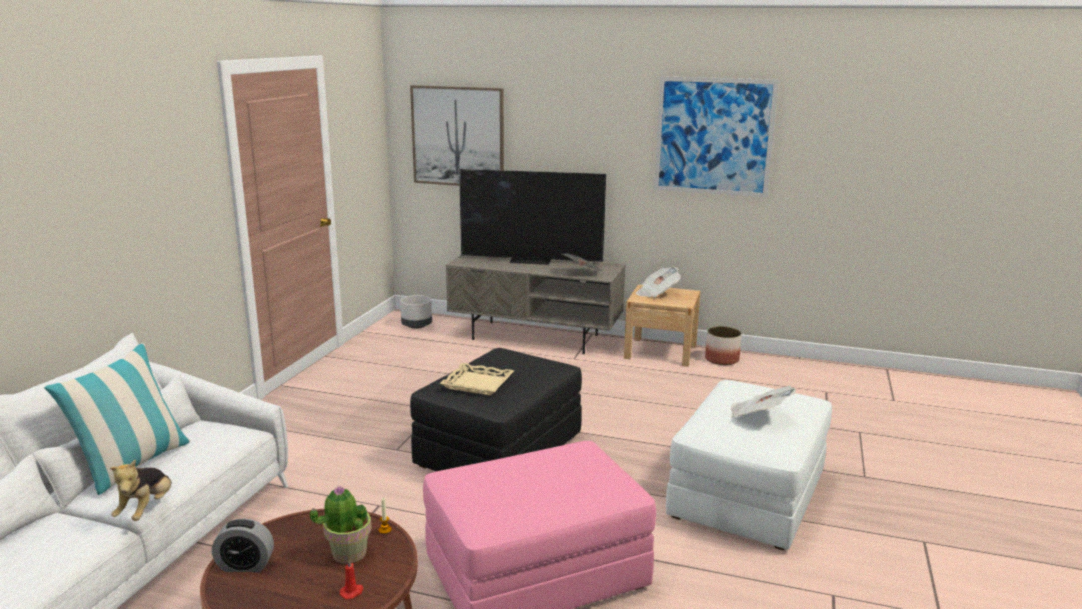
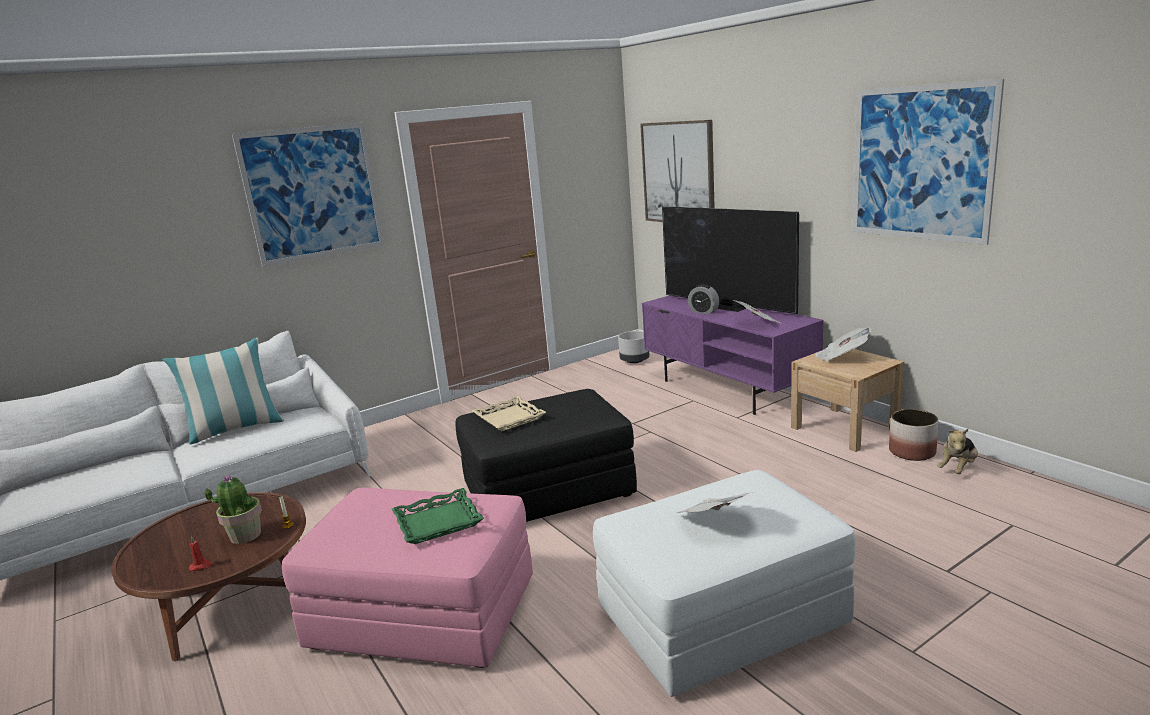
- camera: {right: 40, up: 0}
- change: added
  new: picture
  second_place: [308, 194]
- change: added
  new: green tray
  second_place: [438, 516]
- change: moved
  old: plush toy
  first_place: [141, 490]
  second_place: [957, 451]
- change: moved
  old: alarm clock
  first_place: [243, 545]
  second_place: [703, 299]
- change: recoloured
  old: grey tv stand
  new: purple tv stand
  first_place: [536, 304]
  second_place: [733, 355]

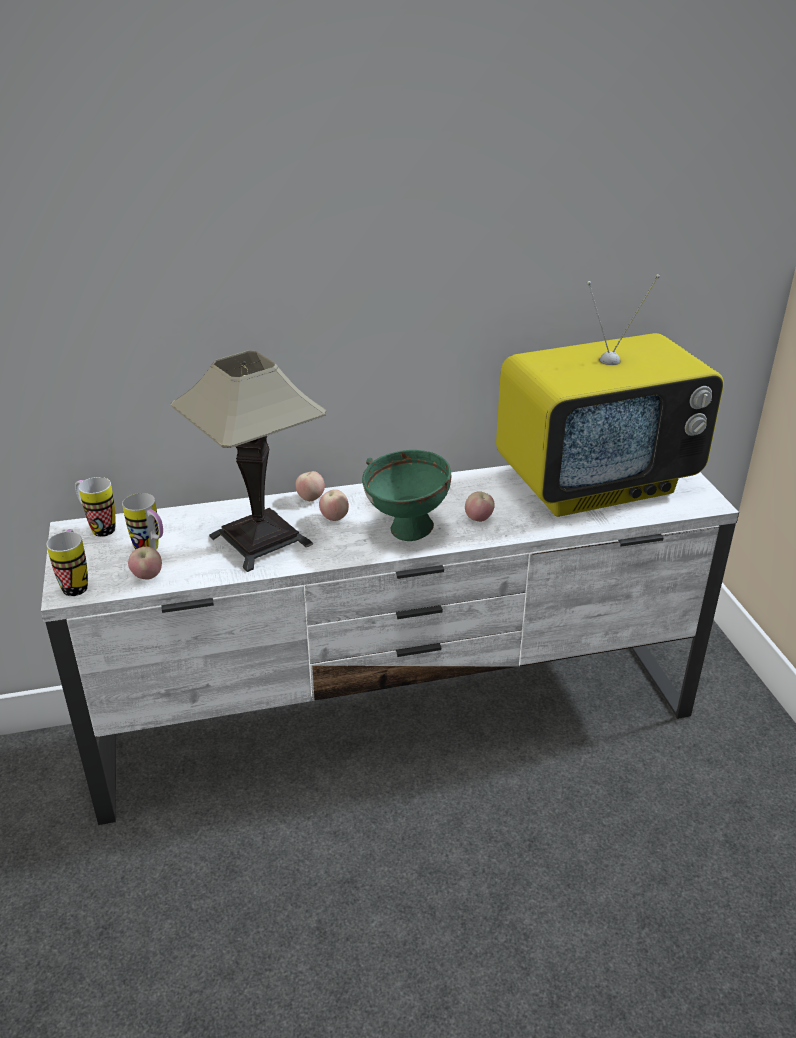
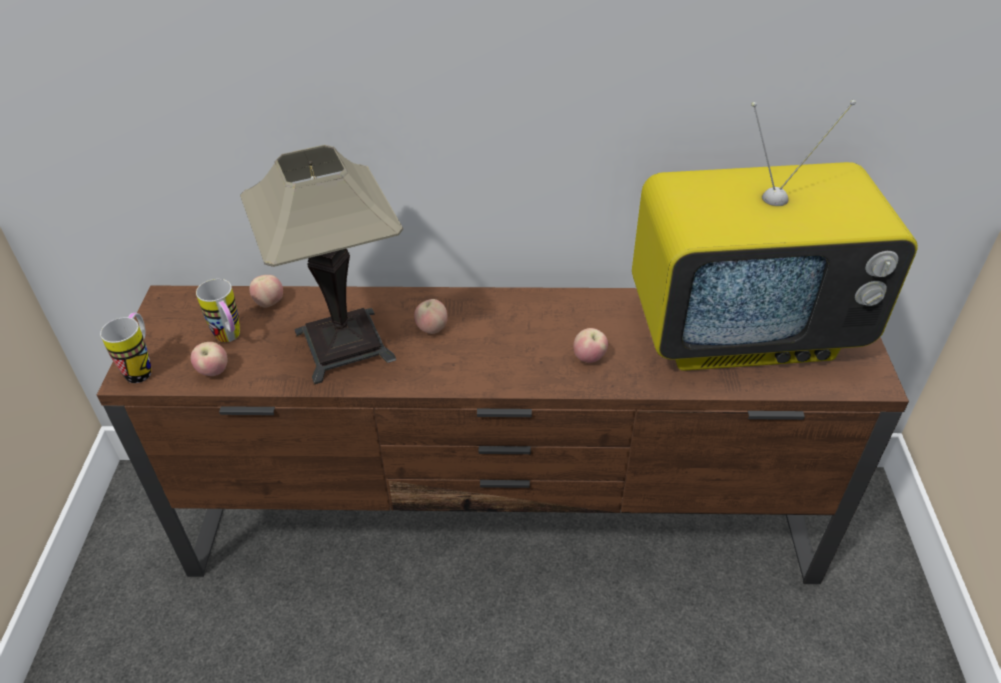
- camera: {right: 15, up: 10}
- change: removed
  old: mug
  first_place: [95, 507]
- change: removed
  old: green bowl
  first_place: [406, 495]
- change: moved
  old: apple
  first_place: [310, 486]
  second_place: [266, 291]
- change: recoloured
  old: white tv stand
  new: brown tv stand
  first_place: [390, 645]
  second_place: [503, 435]

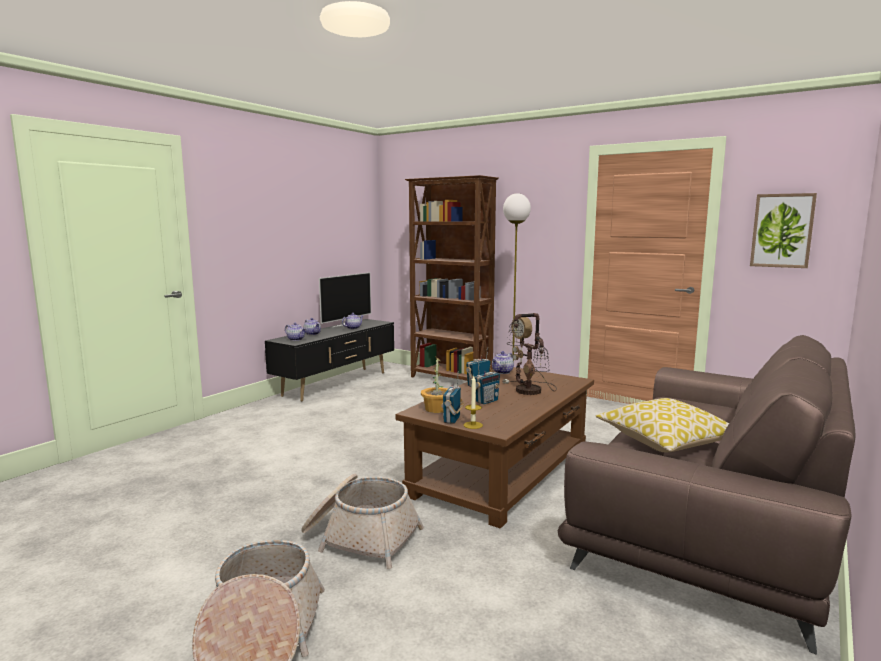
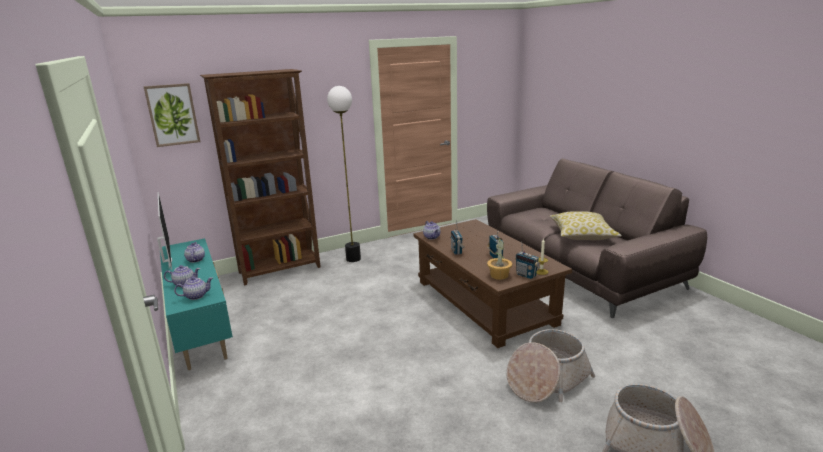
- camera: {right: -60, up: 10}
- change: removed
  old: table lamp
  first_place: [530, 354]
- change: moved
  old: picture
  first_place: [783, 230]
  second_place: [172, 115]
- change: recoloured
  old: black tv stand
  new: turquoise tv stand
  first_place: [329, 360]
  second_place: [196, 304]

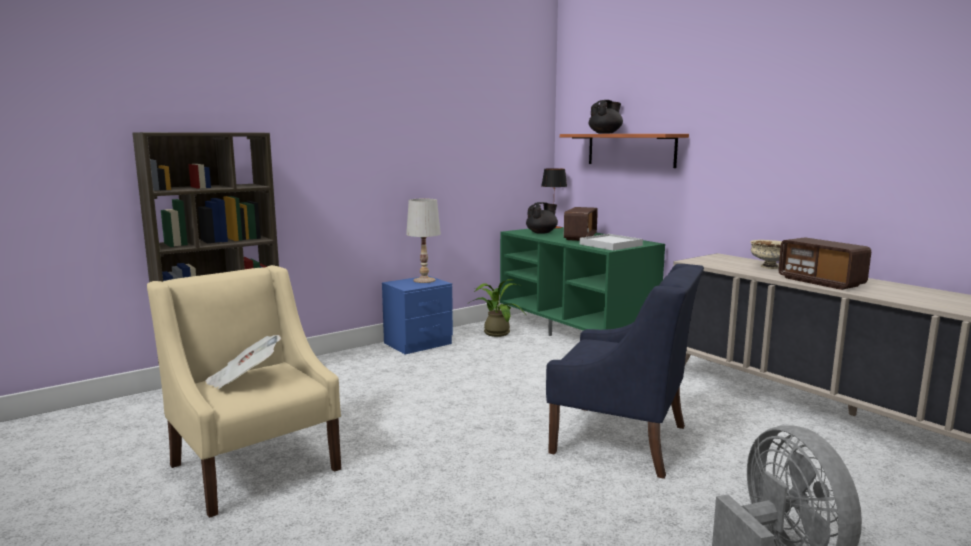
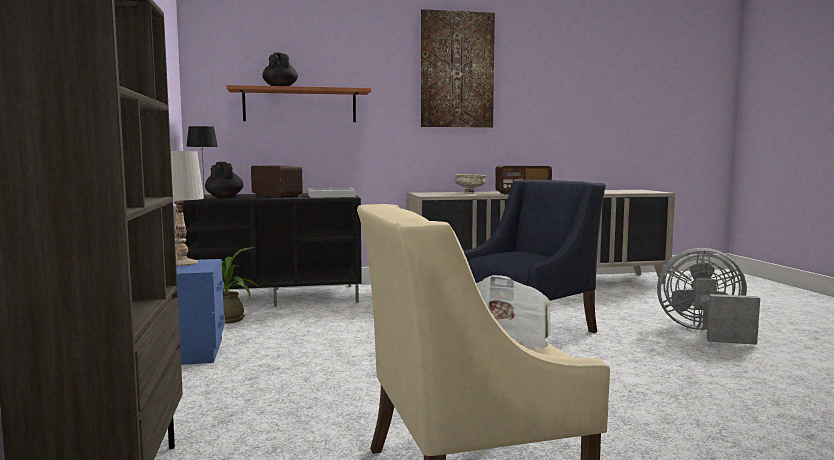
- camera: {right: -65, up: -5}
- change: added
  new: picture
  second_place: [458, 68]
- change: recoloured
  old: green tv stand
  new: black tv stand
  first_place: [582, 281]
  second_place: [272, 250]

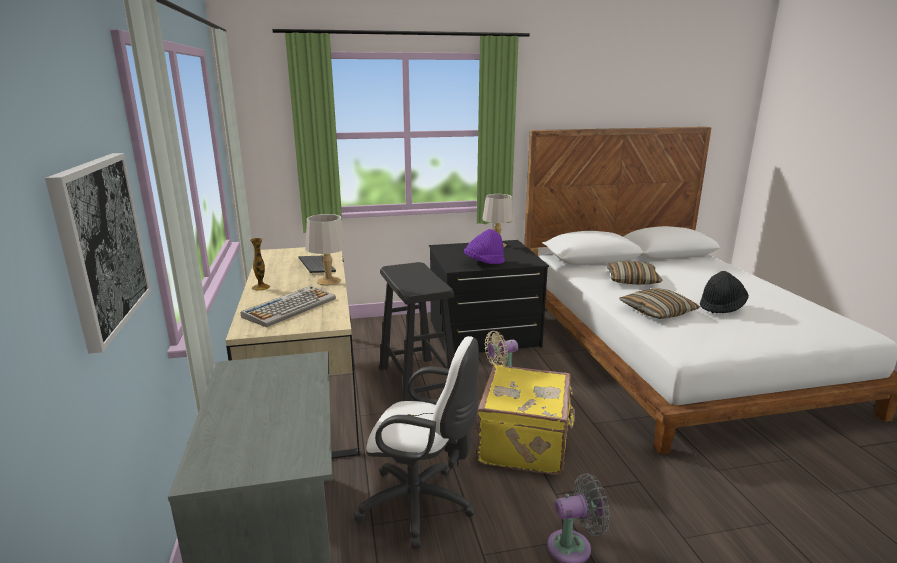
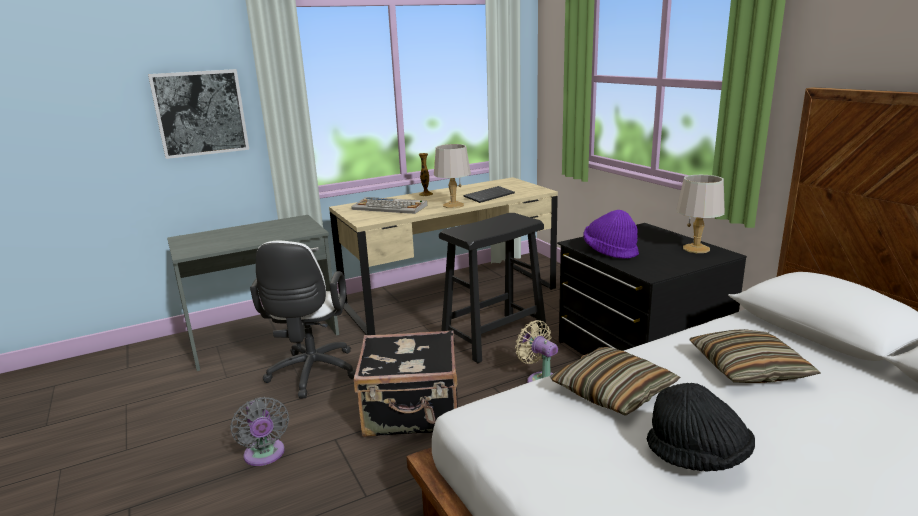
- camera: {right: 75, up: 0}
- change: recoloured
  old: yellow suitcase
  new: black suitcase
  first_place: [526, 419]
  second_place: [406, 383]

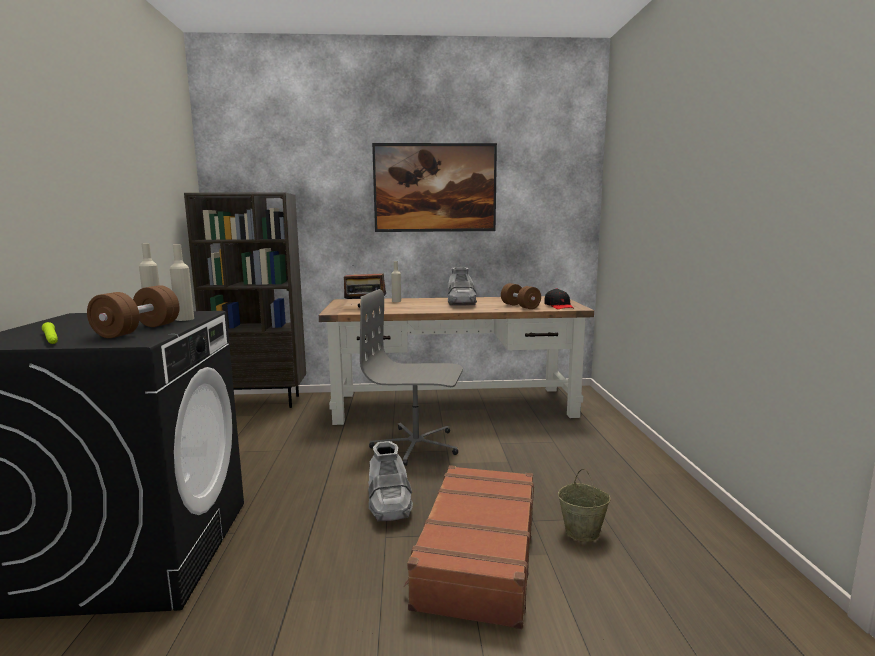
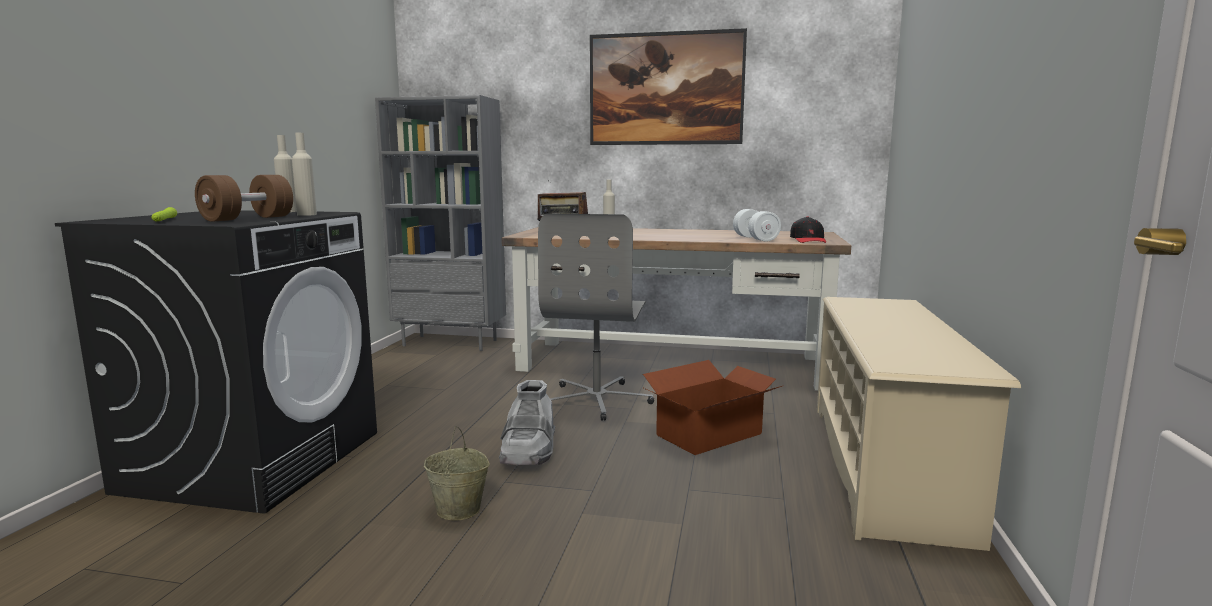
- camera: {right: 15, up: 0}
- change: removed
  old: brown suitcase
  first_place: [469, 547]
- change: removed
  old: grey boot
  first_place: [462, 286]
- change: added
  new: cardboard box
  second_place: [712, 407]
- change: added
  new: beige shoe rack
  second_place: [919, 424]
- change: moved
  old: beige bucket
  first_place: [584, 505]
  second_place: [457, 473]
- change: recoloured
  old: brown bookcase
  new: grey bookcase
  first_place: [245, 300]
  second_place: [440, 223]
- change: recoloured
  old: brown dumbbell
  new: white dumbbell
  first_place: [521, 296]
  second_place: [757, 225]
- change: turned
  old: grey office chair
  first_place: [411, 377]
  second_place: [596, 317]
  degrees: -105

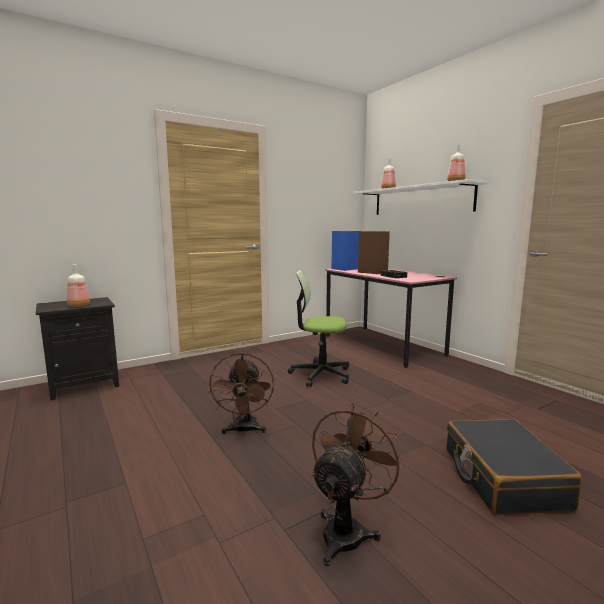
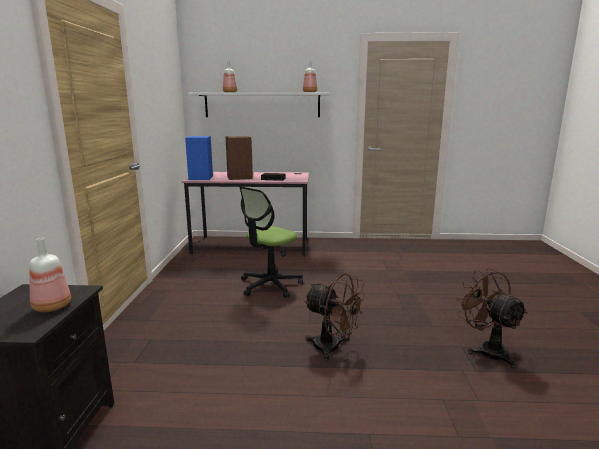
- camera: {right: -55, up: 5}
- change: removed
  old: black suitcase
  first_place: [514, 467]

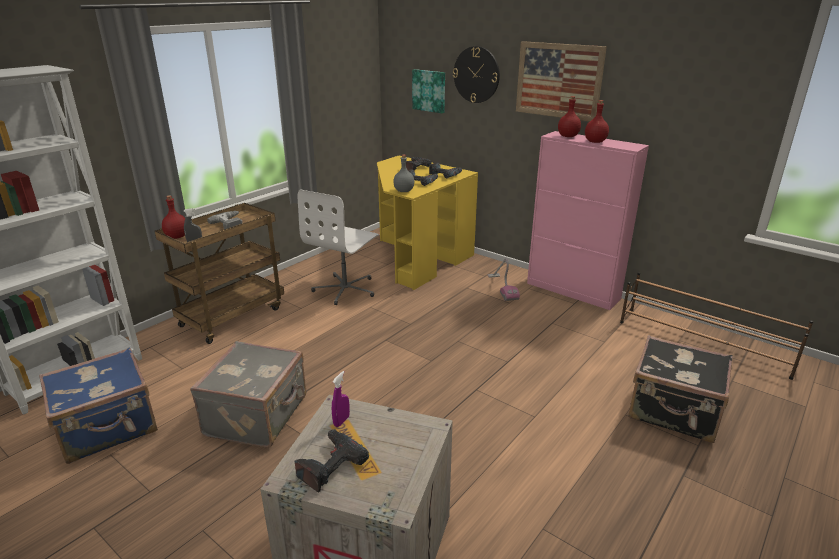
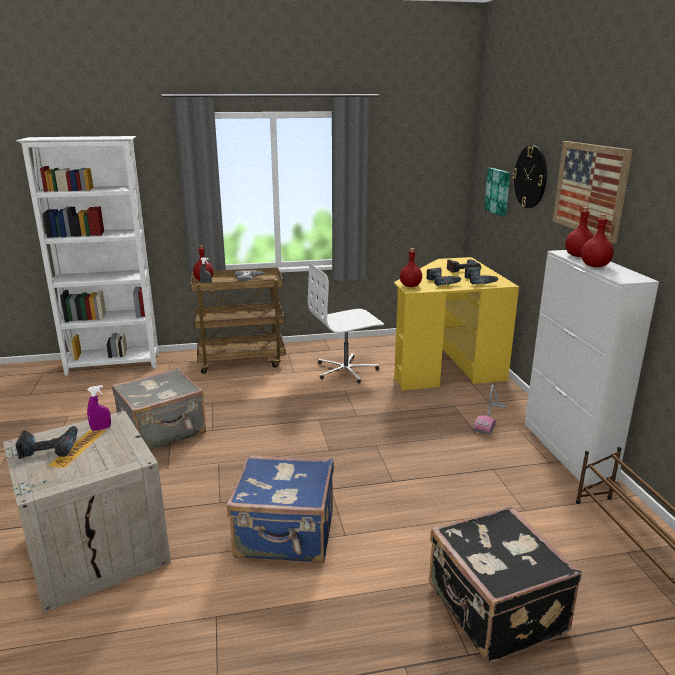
- camera: {right: 40, up: -5}
- change: moved
  old: blue suitcase
  first_place: [98, 405]
  second_place: [280, 509]
- change: recoloured
  old: grey bottle
  new: red bottle
  first_place: [404, 173]
  second_place: [411, 267]
- change: recoloured
  old: pink cabinet
  new: white cabinet
  first_place: [588, 220]
  second_place: [592, 368]

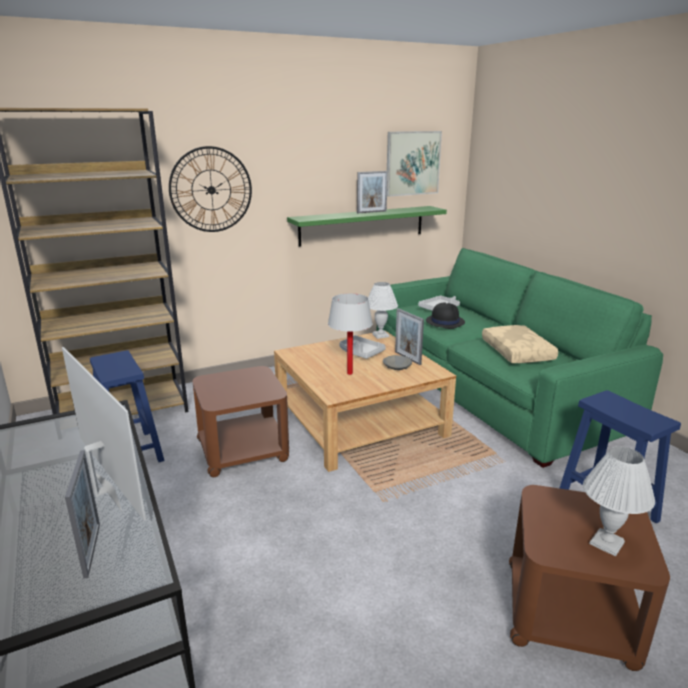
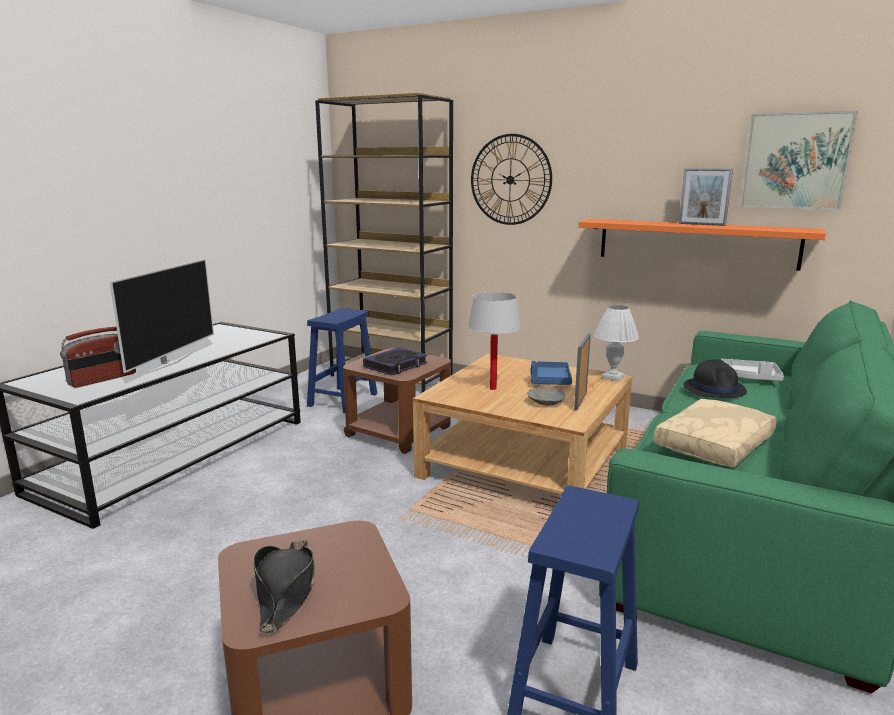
- camera: {right: 55, up: -5}
- change: added
  new: book
  second_place: [395, 361]
- change: replaced
  old: picture frame
  new: radio
  first_place: [82, 514]
  second_place: [98, 357]
- change: replaced
  old: white table lamp
  new: black hat
  first_place: [619, 502]
  second_place: [284, 587]
- change: recoloured
  old: green shelf
  new: orange shelf
  first_place: [367, 226]
  second_place: [702, 245]
- change: recoloured
  old: grey tray
  new: blue tray
  first_place: [362, 347]
  second_place: [551, 373]

